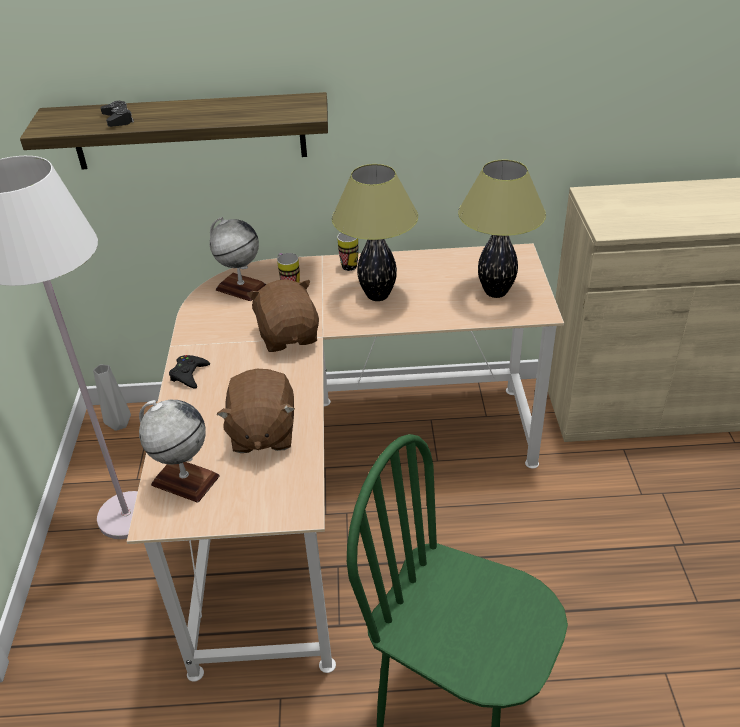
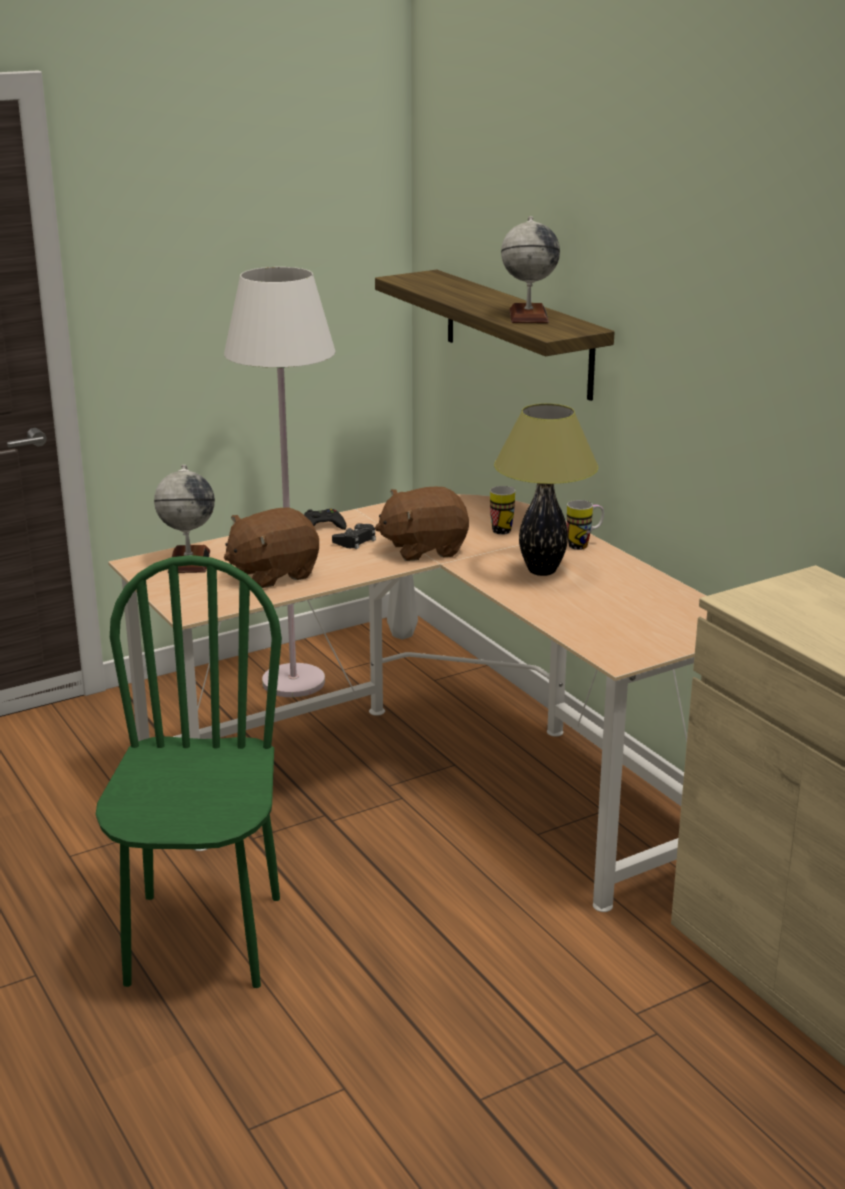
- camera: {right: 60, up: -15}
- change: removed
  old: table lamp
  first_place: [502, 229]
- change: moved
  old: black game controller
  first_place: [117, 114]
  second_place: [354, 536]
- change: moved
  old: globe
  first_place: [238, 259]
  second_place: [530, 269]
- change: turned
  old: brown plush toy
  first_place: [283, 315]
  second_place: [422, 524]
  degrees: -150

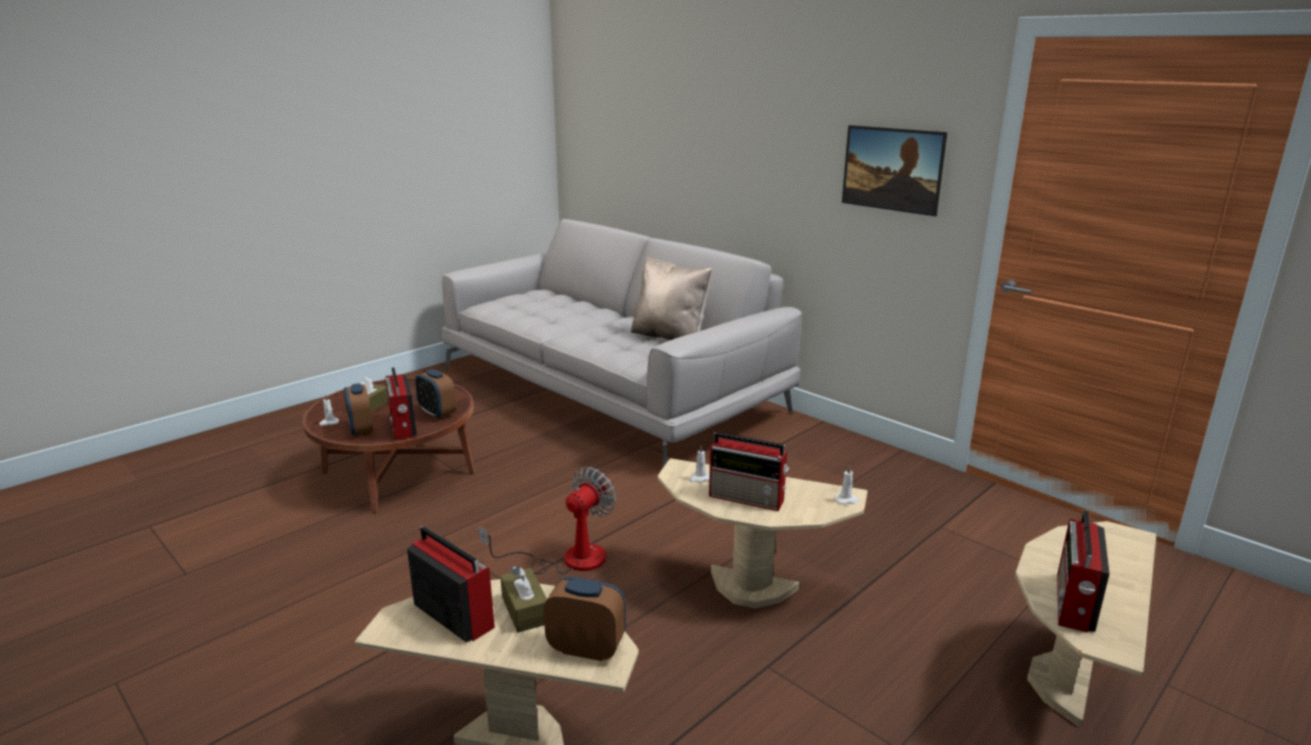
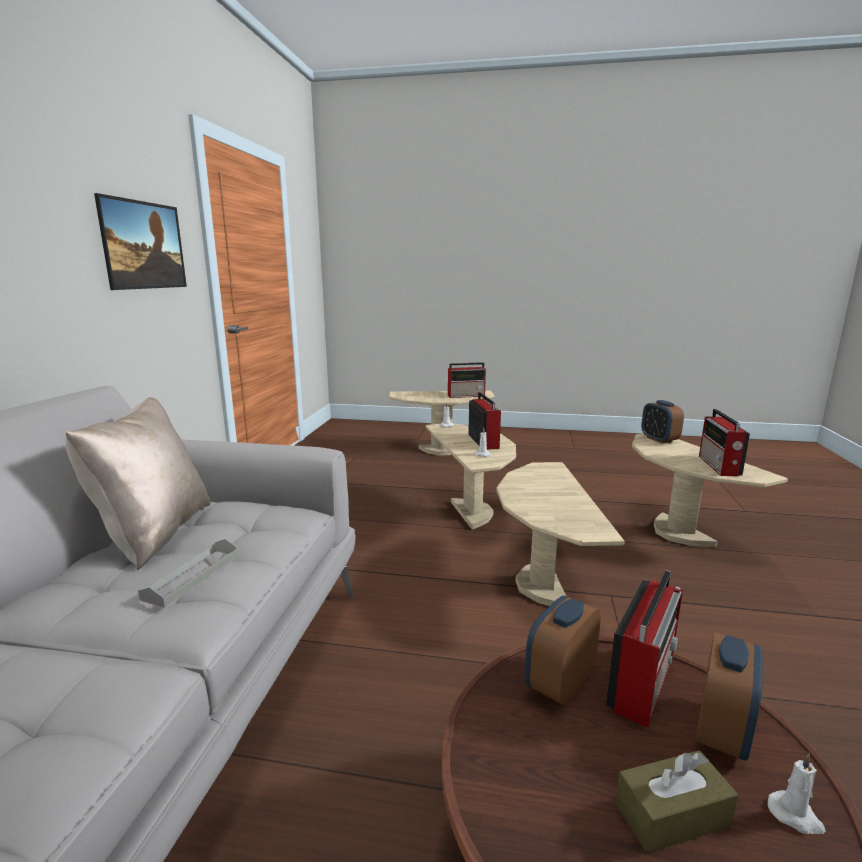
- camera: {right: -125, up: -5}
- change: removed
  old: brown tissue box
  first_place: [523, 599]
- change: added
  new: grey tray
  second_place: [188, 573]
- change: replaced
  old: fan
  new: beige side table
  first_place: [547, 520]
  second_place: [560, 534]
- change: turned
  old: alarm clock
  first_place: [435, 394]
  second_place: [563, 650]
  degrees: -150

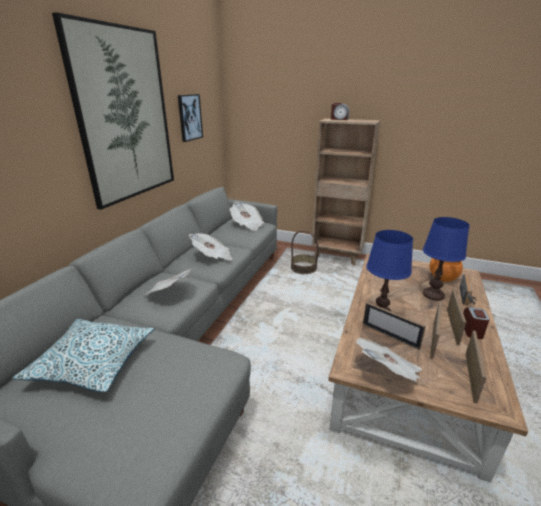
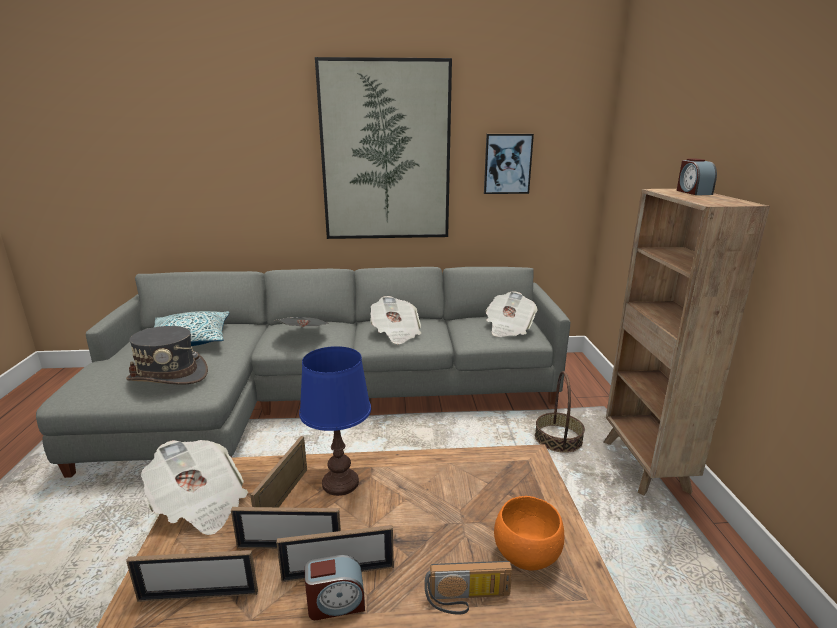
- camera: {right: 65, up: -5}
- change: removed
  old: blue table lamp
  first_place: [446, 259]
- change: added
  new: grey hat
  second_place: [167, 355]

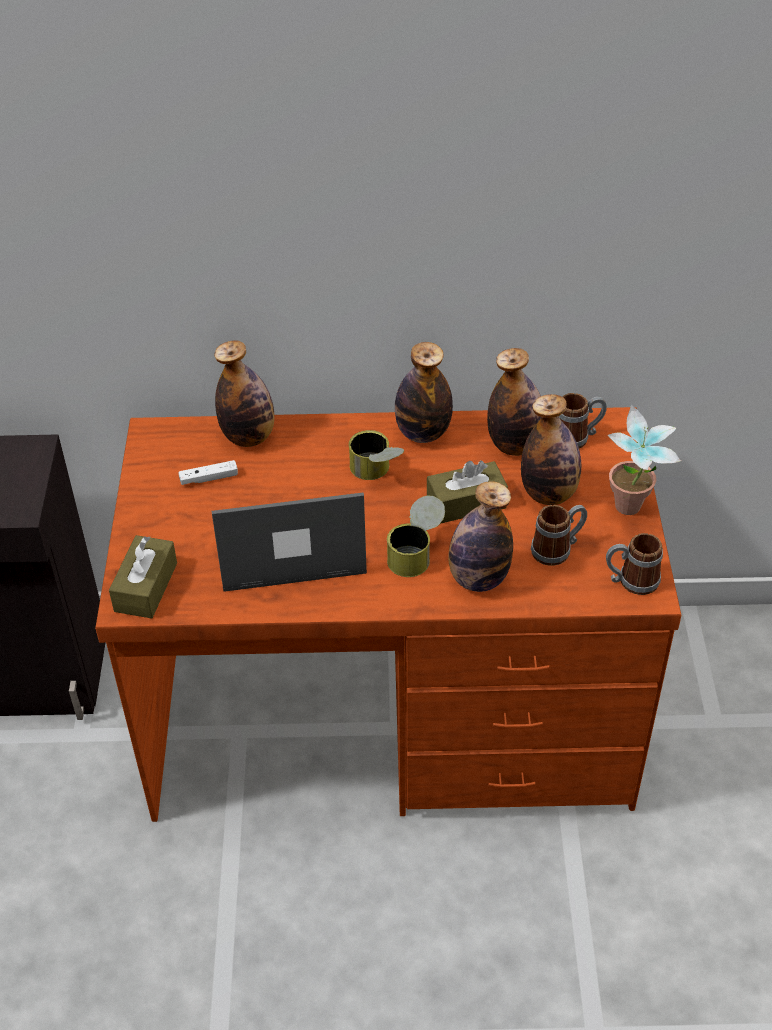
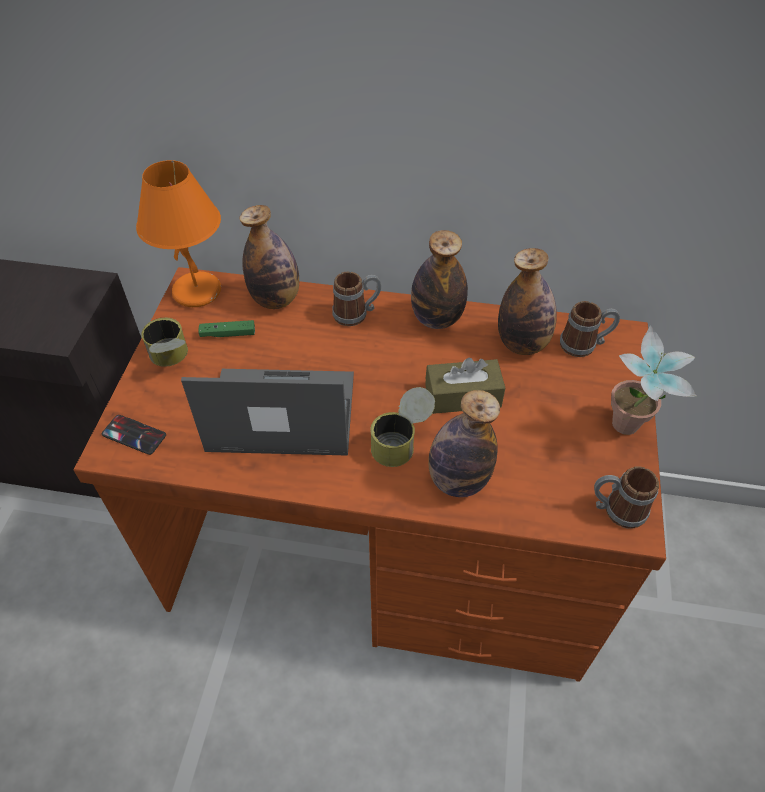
- camera: {right: 10, up: 5}
- change: removed
  old: bottle
  first_place: [551, 449]
- change: added
  new: orange table lamp
  second_place: [178, 233]
- change: moved
  old: can
  first_place: [376, 455]
  second_place: [164, 342]
- change: moved
  old: mug
  first_place: [559, 535]
  second_place: [356, 298]
- change: replaced
  old: brown tissue box
  new: phone
  first_place: [143, 577]
  second_place: [134, 435]
- change: recoloured
  old: white game controller
  new: green game controller
  first_place: [208, 472]
  second_place: [226, 328]

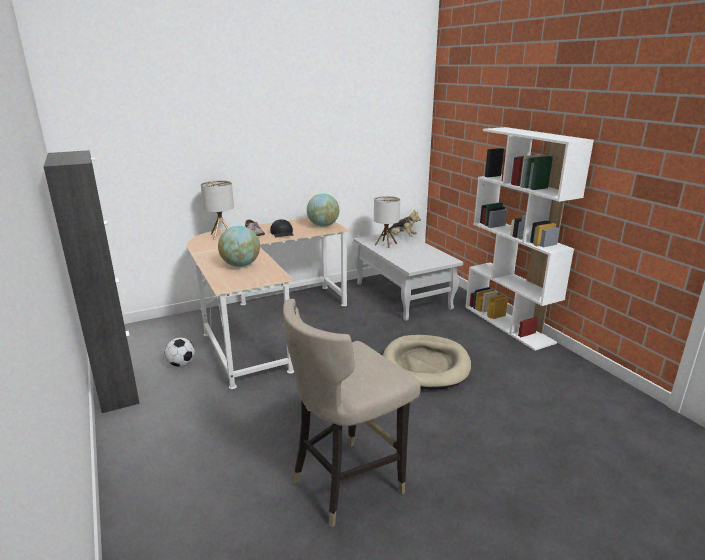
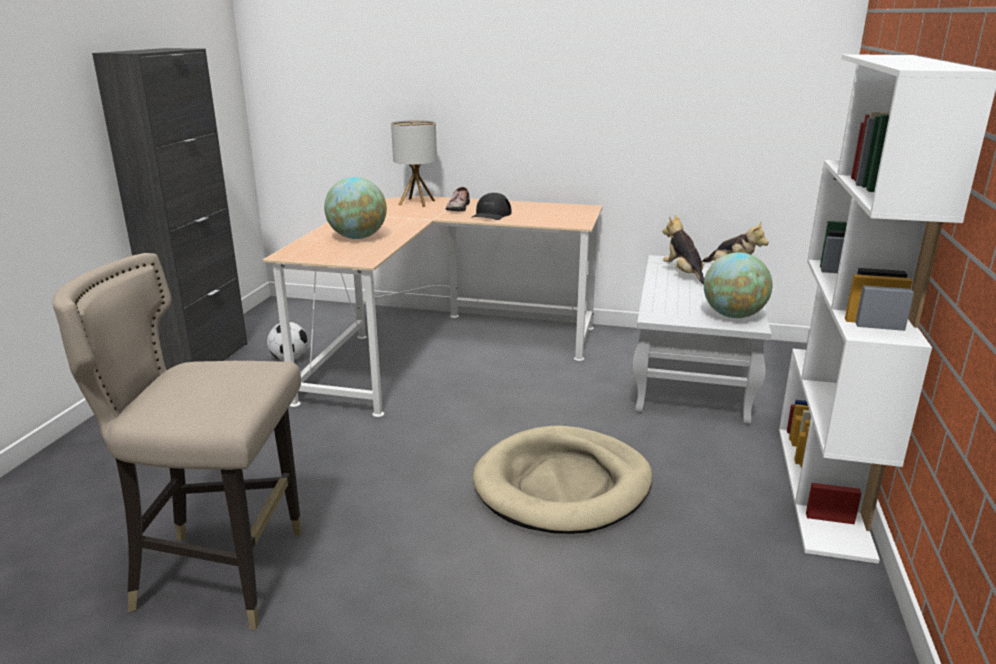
- camera: {right: 40, up: 0}
- change: moved
  old: globe
  first_place: [323, 210]
  second_place: [738, 285]
- change: replaced
  old: table lamp
  new: plush toy
  first_place: [387, 222]
  second_place: [684, 250]

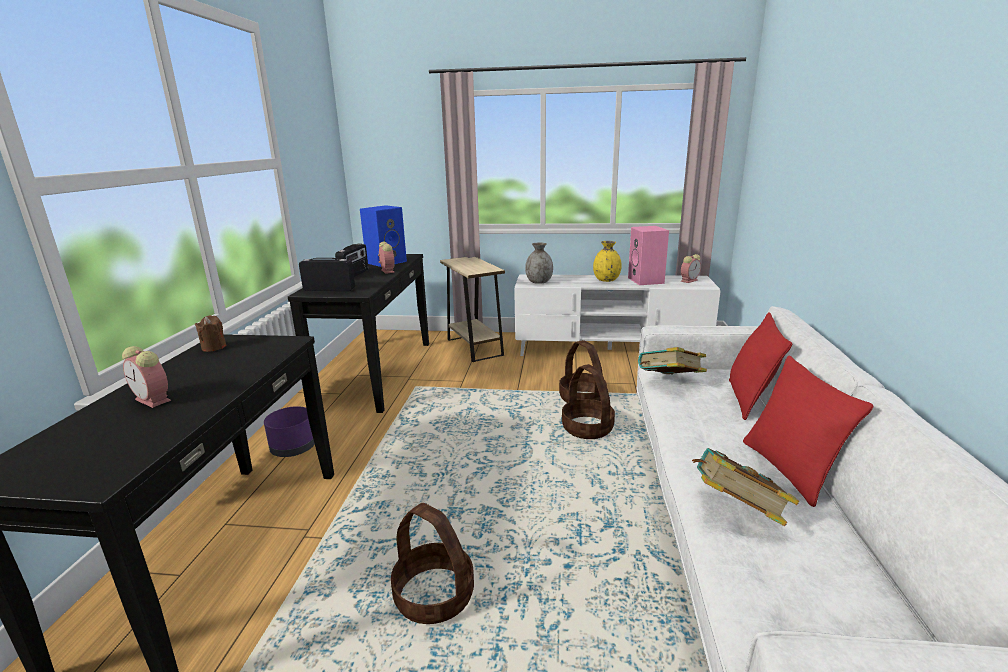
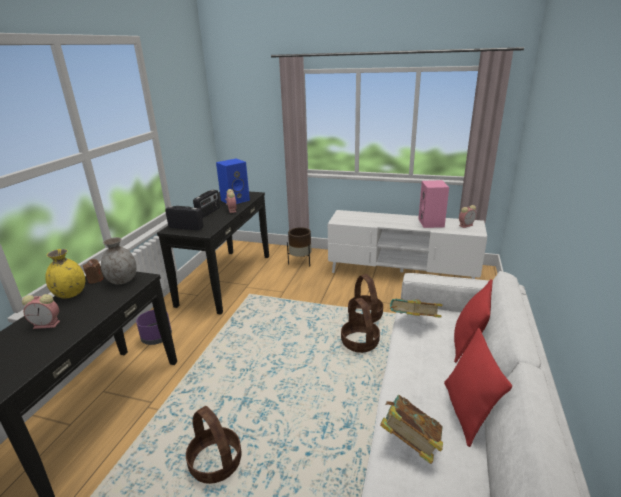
- camera: {right: 10, up: 5}
- change: moved
  old: grey vase
  first_place: [539, 263]
  second_place: [119, 260]
- change: moved
  old: yellow vase
  first_place: [607, 261]
  second_place: [65, 273]
- change: replaced
  old: beige side table
  new: brown planter
  first_place: [472, 309]
  second_place: [299, 246]
- change: turned
  old: alarm clock
  first_place: [146, 377]
  second_place: [41, 311]
  degrees: -45

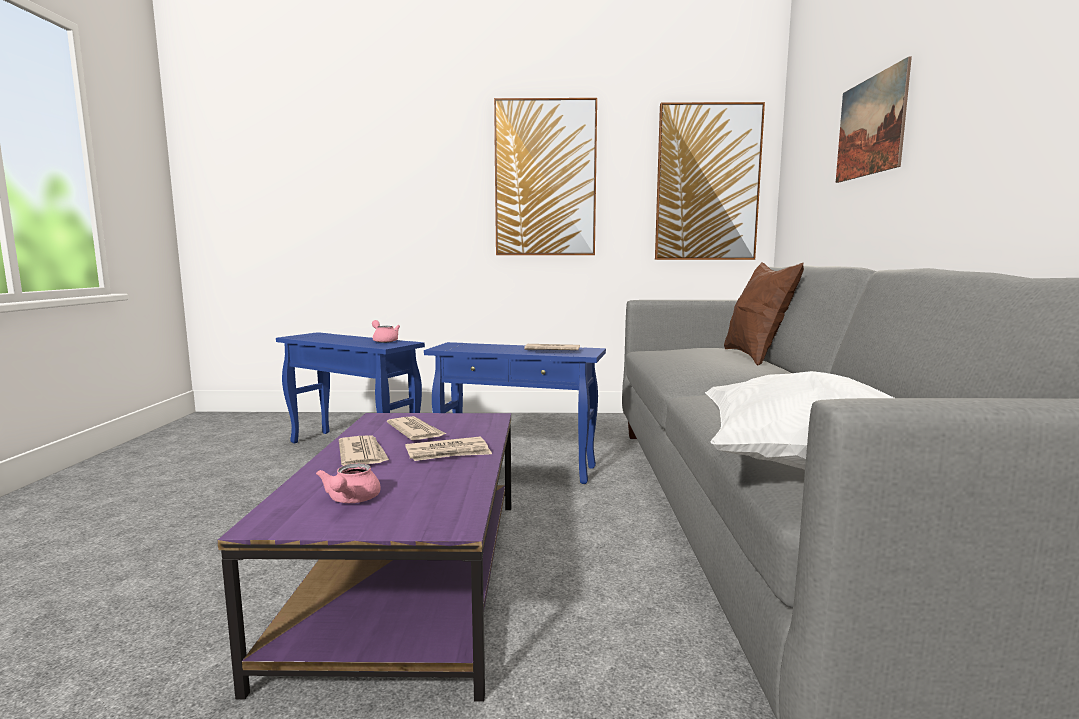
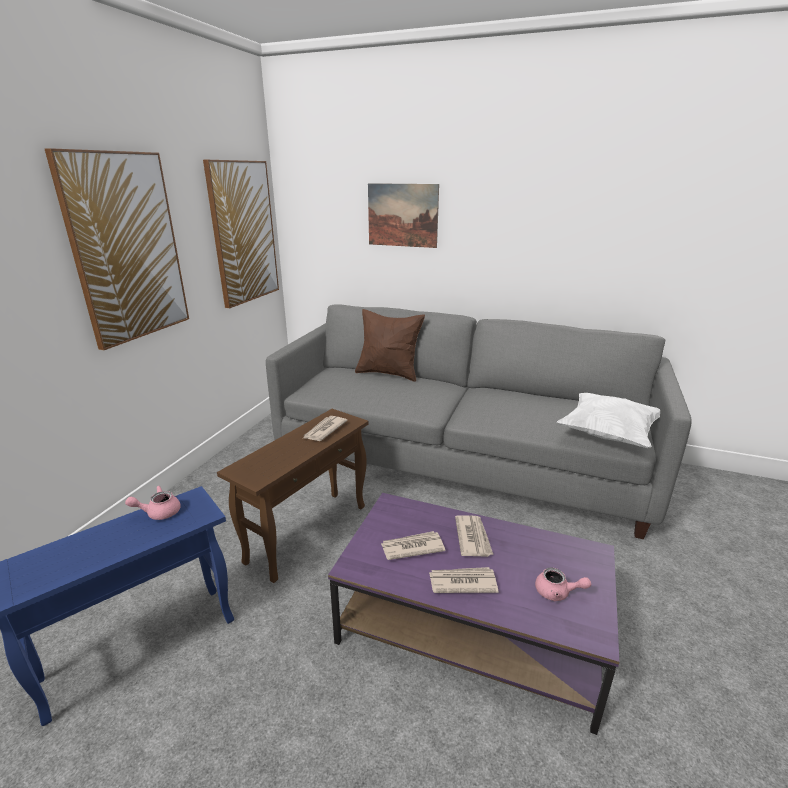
- camera: {right: -70, up: 15}
- change: recoloured
  old: blue side table
  new: brown side table
  first_place: [515, 413]
  second_place: [293, 496]

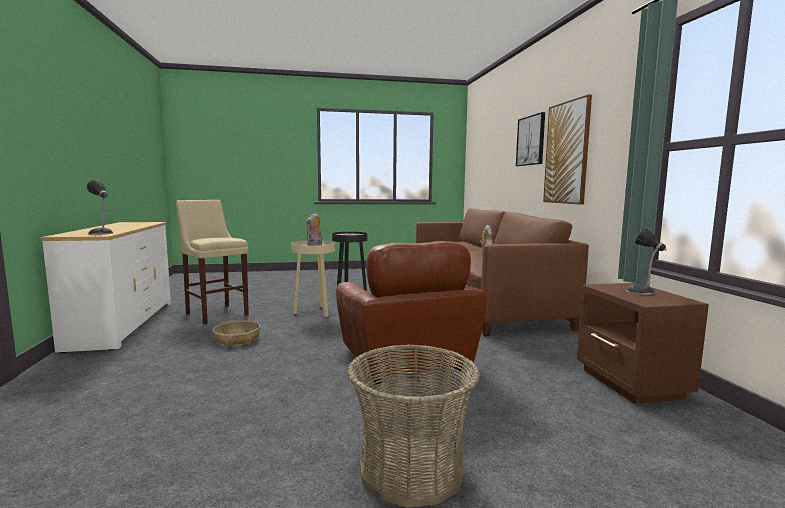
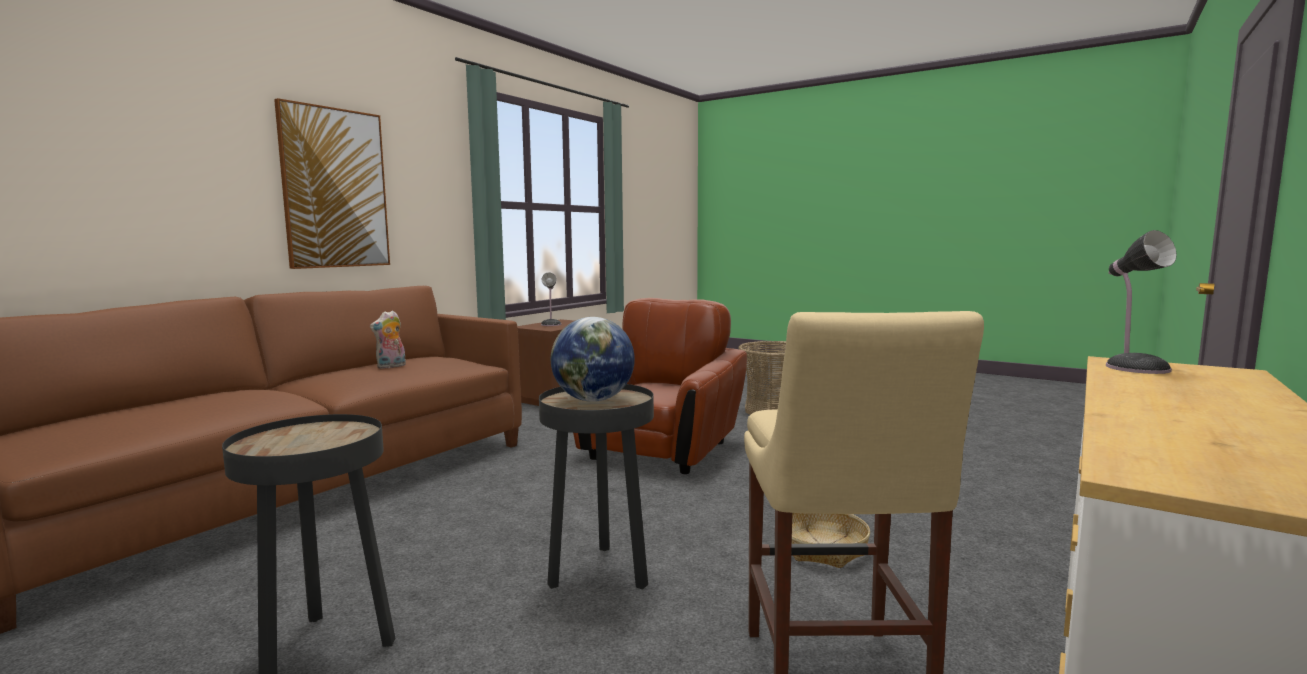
- camera: {right: -135, up: 0}
- change: removed
  old: picture
  first_place: [530, 139]
- change: replaced
  old: plush toy
  new: globe
  first_place: [313, 229]
  second_place: [593, 359]
- change: recoloured
  old: beige side table
  new: black side table
  first_place: [313, 278]
  second_place: [596, 486]

